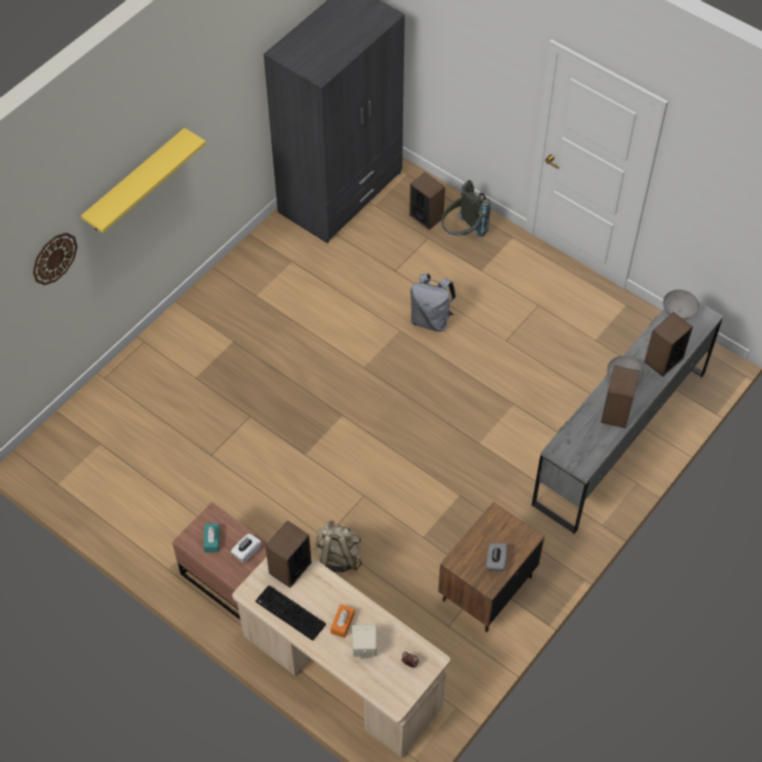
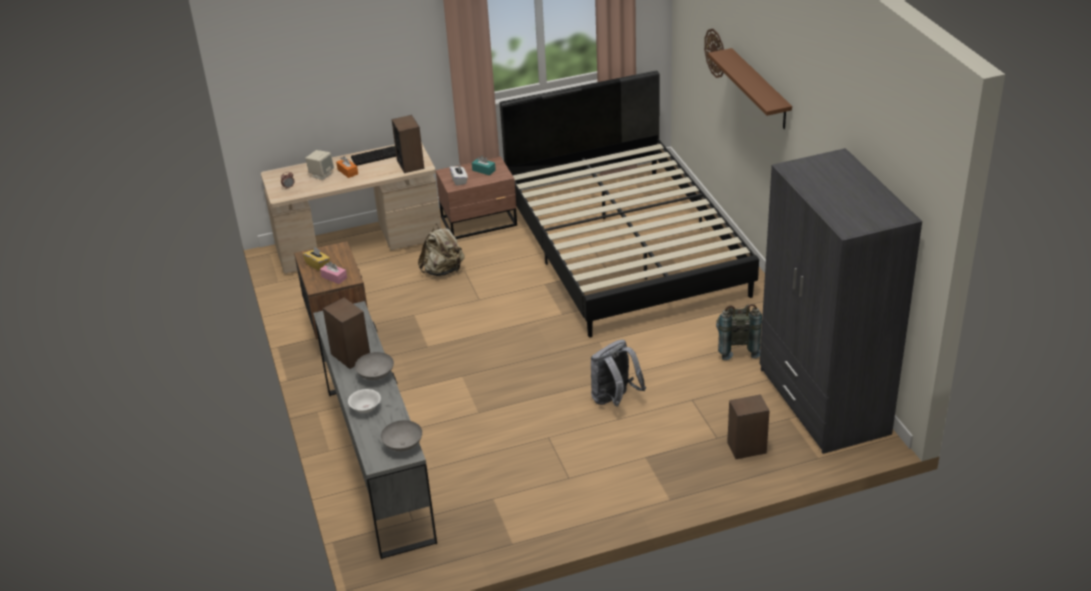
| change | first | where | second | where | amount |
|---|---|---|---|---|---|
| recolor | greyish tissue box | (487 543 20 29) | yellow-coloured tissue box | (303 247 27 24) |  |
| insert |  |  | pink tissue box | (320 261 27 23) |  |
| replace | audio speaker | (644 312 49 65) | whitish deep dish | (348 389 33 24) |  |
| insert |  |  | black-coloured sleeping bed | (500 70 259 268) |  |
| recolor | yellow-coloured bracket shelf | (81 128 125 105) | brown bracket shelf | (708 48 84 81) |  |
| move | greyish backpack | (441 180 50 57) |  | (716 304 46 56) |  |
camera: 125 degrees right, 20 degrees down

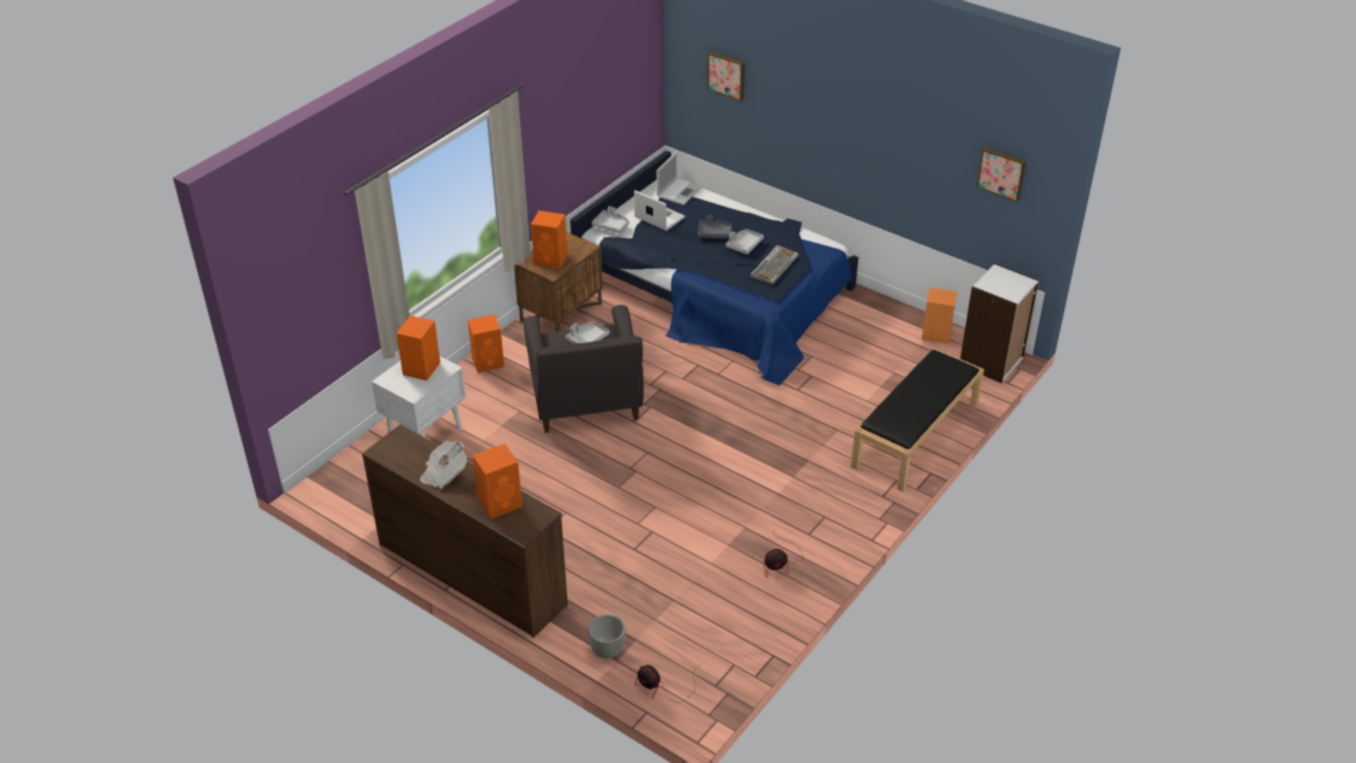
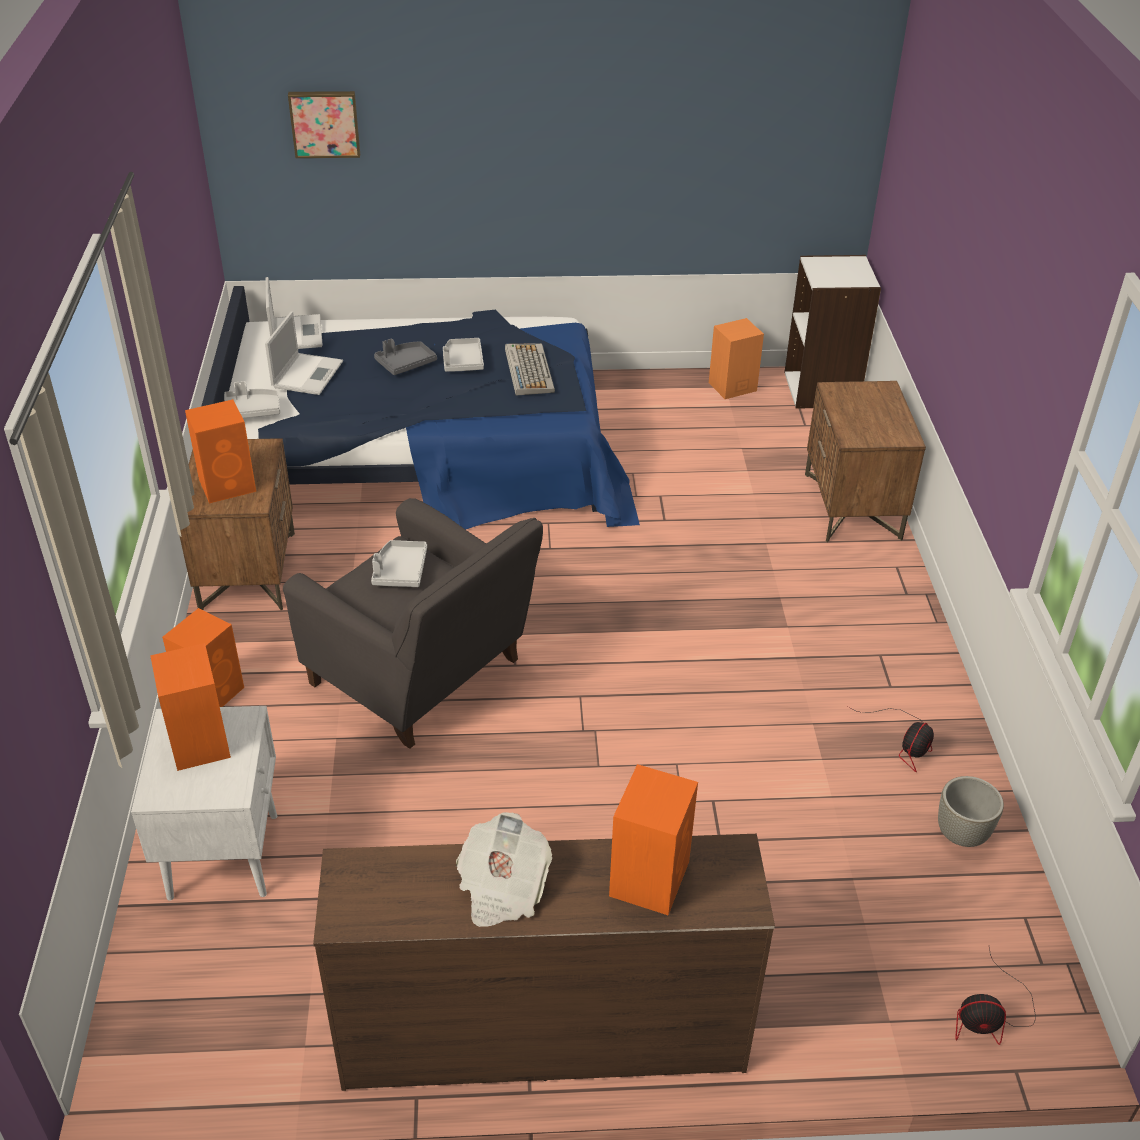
| change | first | where | second | where | amount |
|---|---|---|---|---|---|
| rotate | laptop | (634 190 51 41) |  | (265 311 78 84) | 105 degrees clockwise |
| replace | black-coloured long seat | (851 348 133 144) | brown nightstand | (805 381 121 162) |  |
| move | greyish flower pot | (588 614 38 45) |  | (938 776 66 71) |  |
| delete | picture | (976 147 50 55) |  |  |  |
camera: 40 degrees left, 0 degrees up

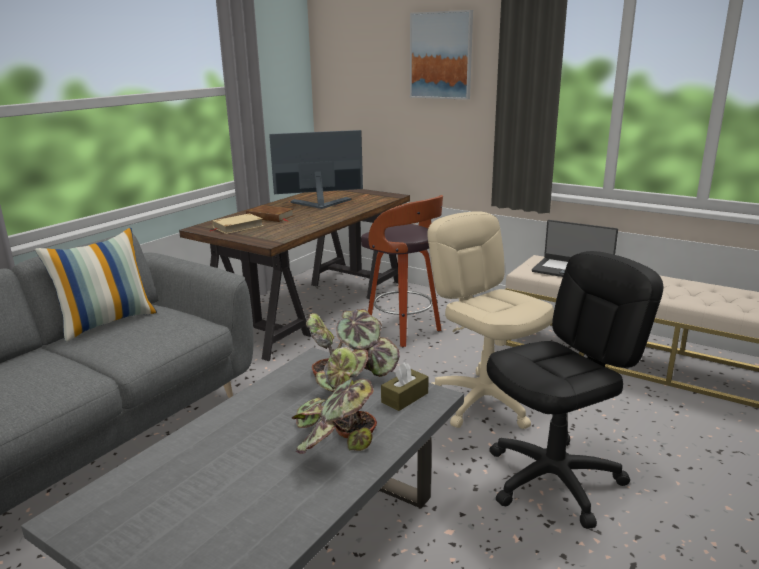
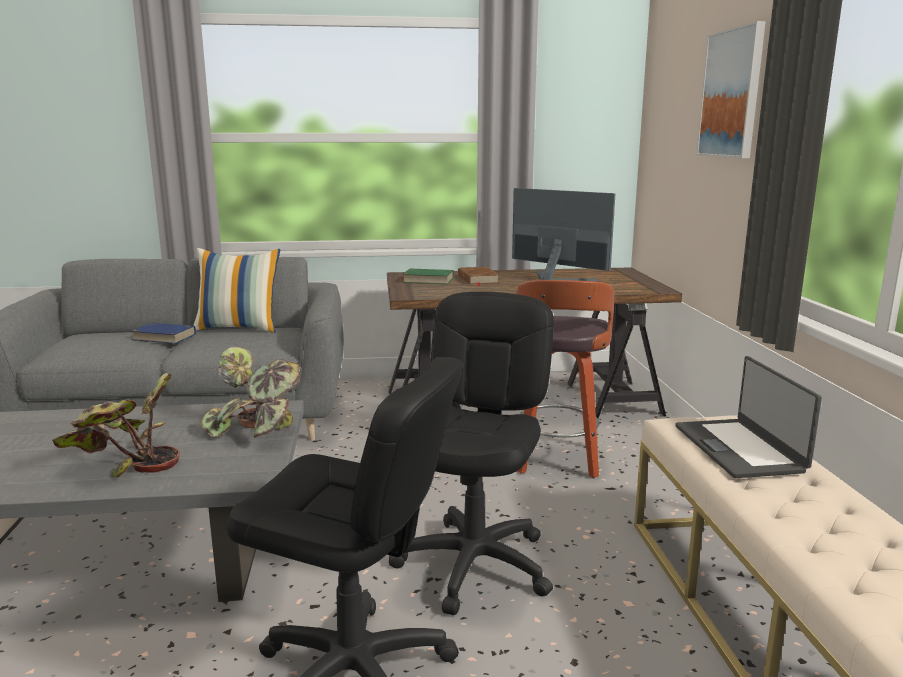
| change | first | where | second | where | amount |
|---|---|---|---|---|---|
| insert |  |  | blue-coloured book | (131 323 65 21) |  |
| recolor | beige computer chair | (427 211 127 218) | black-coloured computer chair | (389 292 165 323) |  |
| recolor | beige book | (210 213 53 21) | greenish book | (402 269 52 15) |  |
| delete | brown tissue box | (381 363 47 48) |  |  |  |
camera: 50 degrees right, 5 degrees down

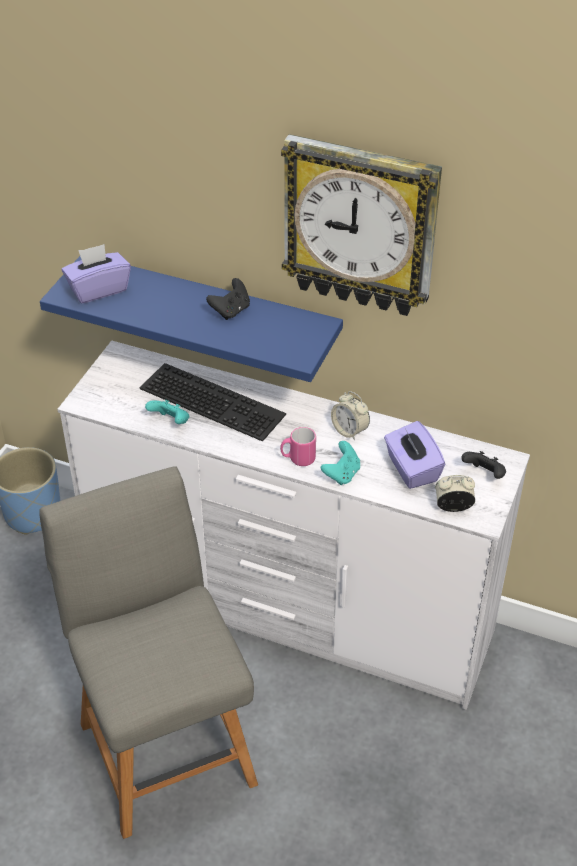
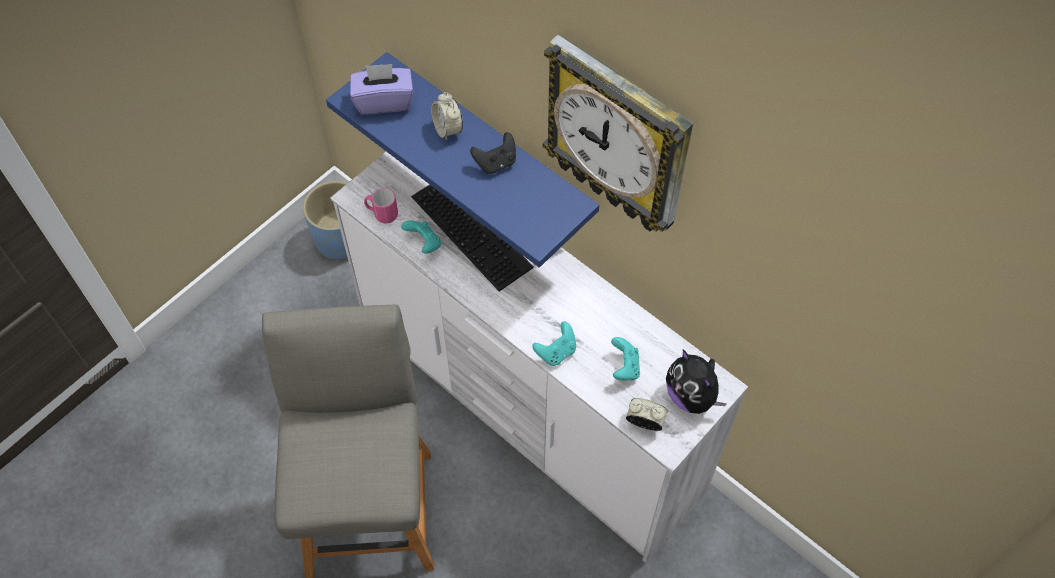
| change | first | where | second | where | amount |
|---|---|---|---|---|---|
| move | pink mug | (280 427 36 39) |  | (364 188 34 35) |  |
| move | table clock | (331 391 39 50) |  | (431 92 32 49) |  |
| replace | purple-coloured tissue box | (384 421 61 68) | turquoise gamepad | (611 337 29 44) |  |
| replace | black-coloured gamepad | (461 451 45 28) | cuddly toy | (666 349 60 65) |  |
camera: 20 degrees right, 15 degrees up

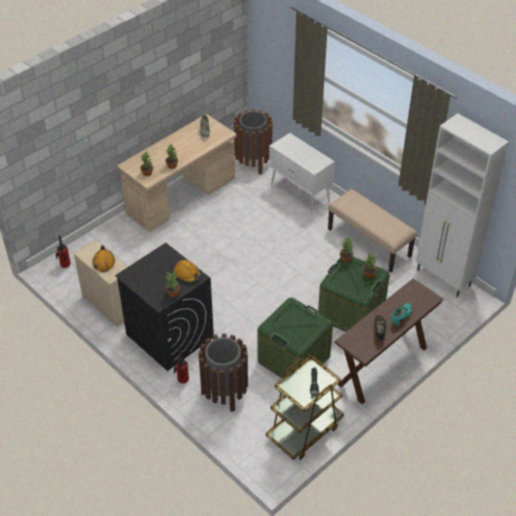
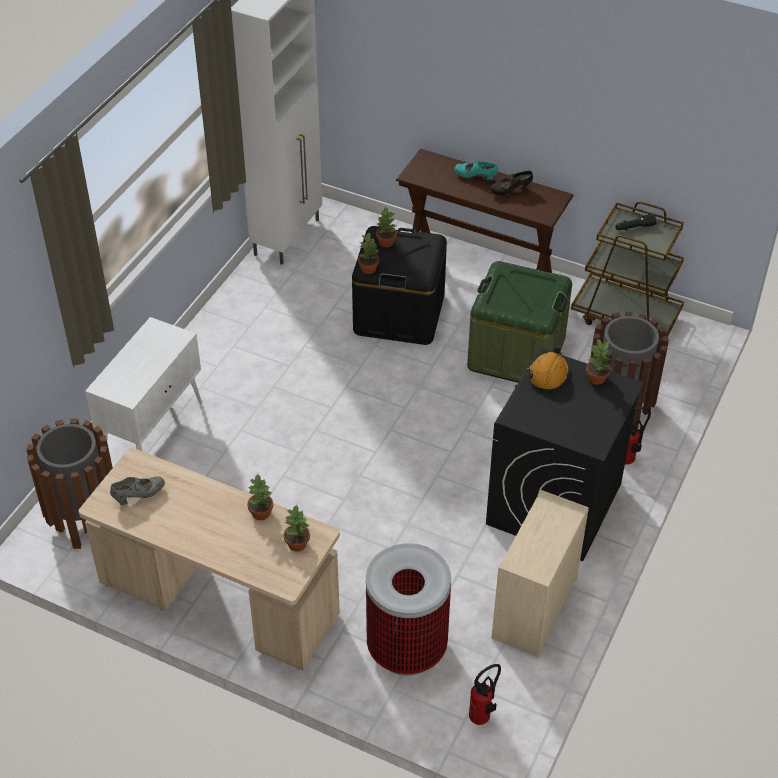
| change | first | where | second | where | amount |
|---|---|---|---|---|---|
| recolor | greenish storage box | (318 257 72 75) | black-coloured storage box | (352 226 95 119) |  |
| insert |  |  | trash can | (366 543 85 133) |  |
| delete | orange safety helmet | (92 245 23 27) |  |  |  |
| delete | beige long seat | (328 189 89 84) |  |  |  |
camera: 110 degrees left, 0 degrees up

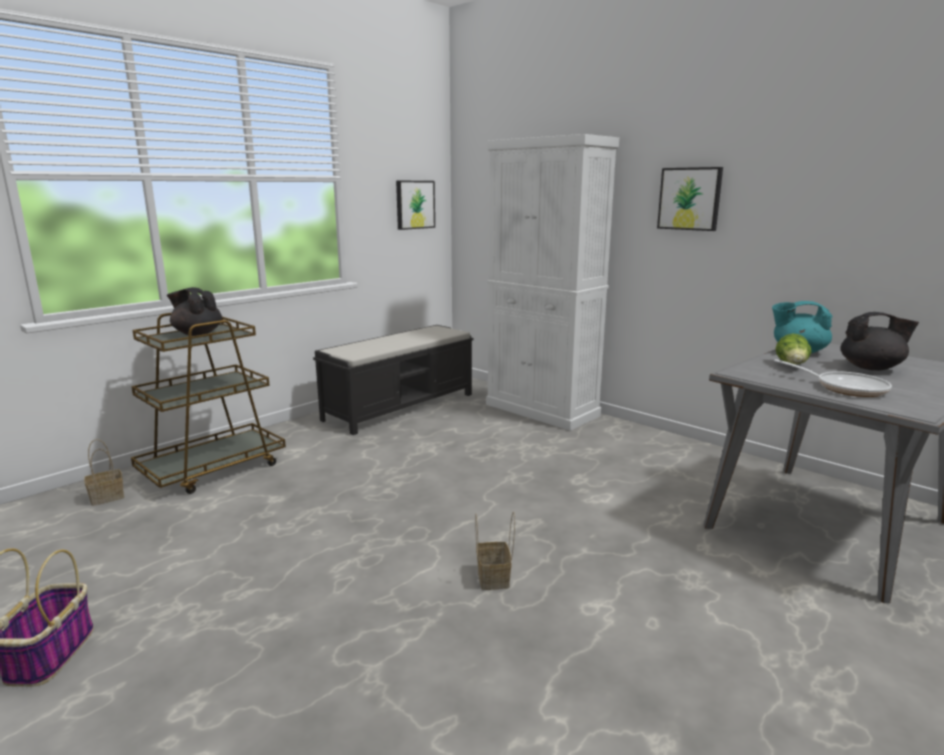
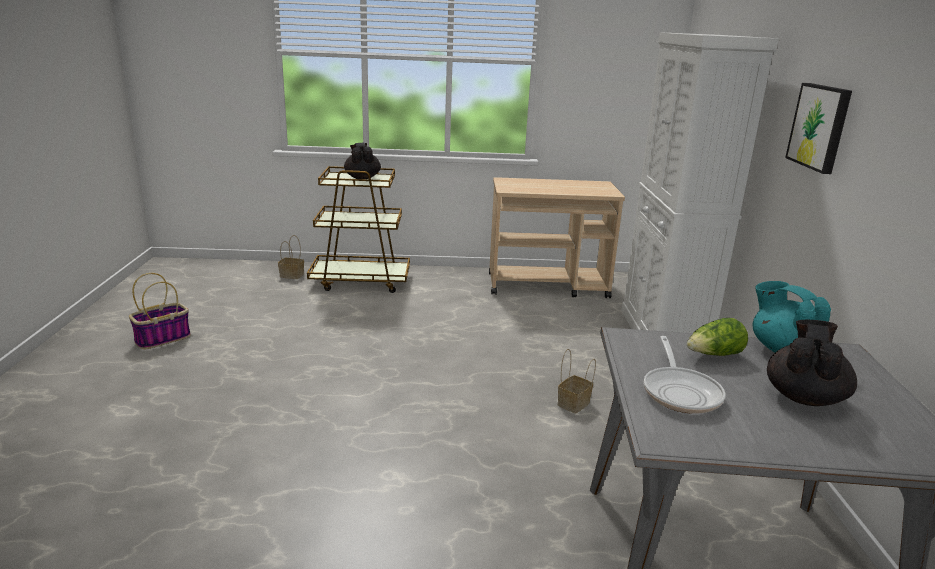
| change | first | where | second | where | amount |
|---|---|---|---|---|---|
| replace | black-coloured long seat | (313 325 161 110) | beige wheeled cart | (489 177 136 121) |  |
| move | storage basket | (475 511 40 79) |  | (558 349 38 65) |  |
| rotate | black-coloured tea pot | (841 312 78 58) |  | (767 320 90 86) | 120 degrees counterclockwise |
| delete | picture | (396 181 39 49) |  |  |  |
camera: 45 degrees right, 5 degrees up

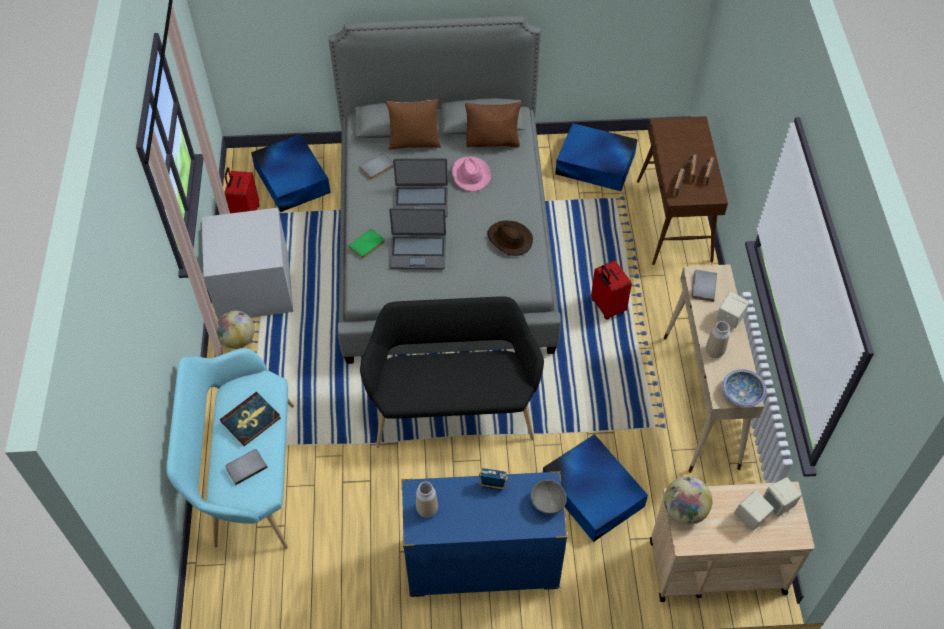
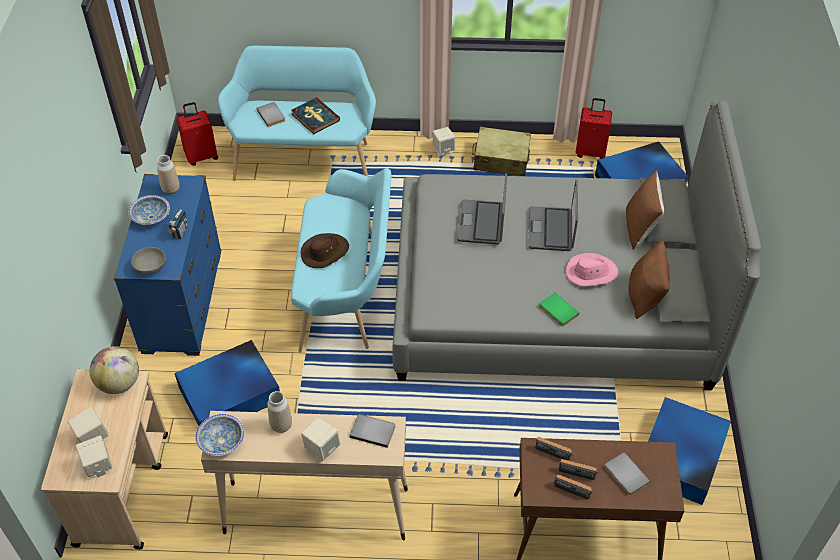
| change | first | where | second | where | amount |
|---|---|---|---|---|---|
| insert |  |  | deep dish | (128 195 42 30) |  |
| move | red-coloured travel case | (591 260 41 60) |  | (177 102 41 64) |  |
| recolor | black-coloured long seat | (360 296 184 152) | turquoise long seat | (291 168 100 185) |  |
| move | brown hat | (487 221 46 35) |  | (300 233 49 35) |  |
| replace | world globe | (217 310 38 39) | beige audio speaker | (432 127 23 29) |  |
| replace | greyish storage box | (202 208 91 112) | beige travel case | (472 127 59 49) |  |
| move | greenish book | (348 228 37 31) |  | (539 293 40 33) |  |
| move | greyish book | (359 153 35 27) |  | (604 452 46 44) |  |
camera: 95 degrees right, 5 degrees down

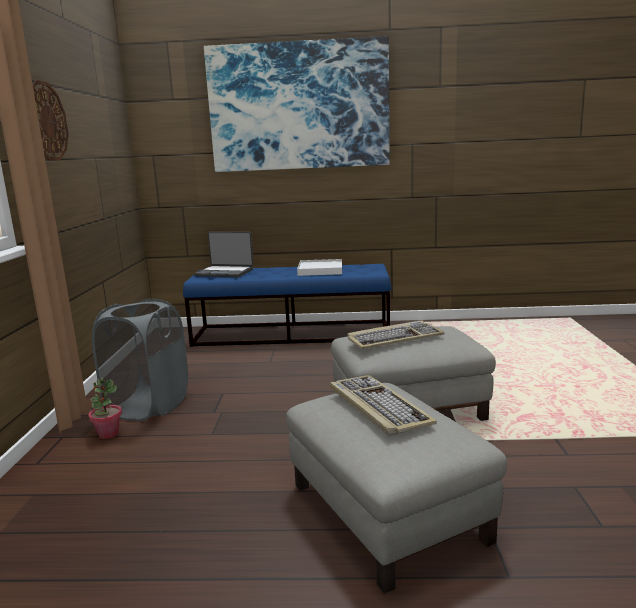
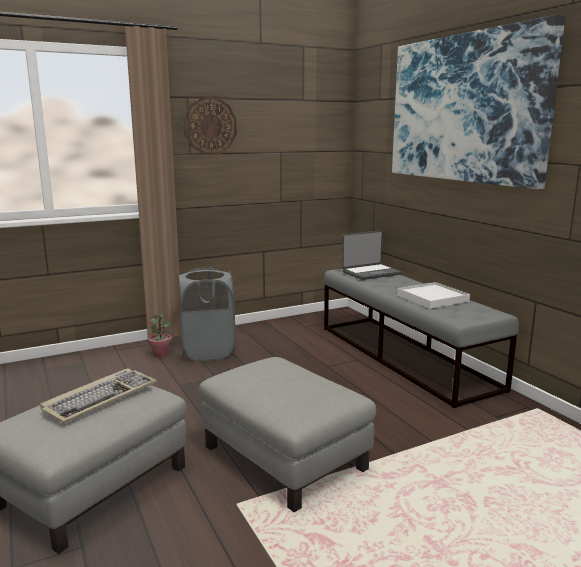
| change | first | where | second | where | amount |
|---|---|---|---|---|---|
| recolor | blue-coloured long seat | (183 264 208 83) | greyish long seat | (324 269 195 139) |  |
| rotate | laptop | (194 232 60 46) |  | (342 231 60 49) | 105 degrees counterclockwise |
| delete | computer keyboard | (347 320 97 29) |  |  |  |
camera: 60 degrees right, 0 degrees up

